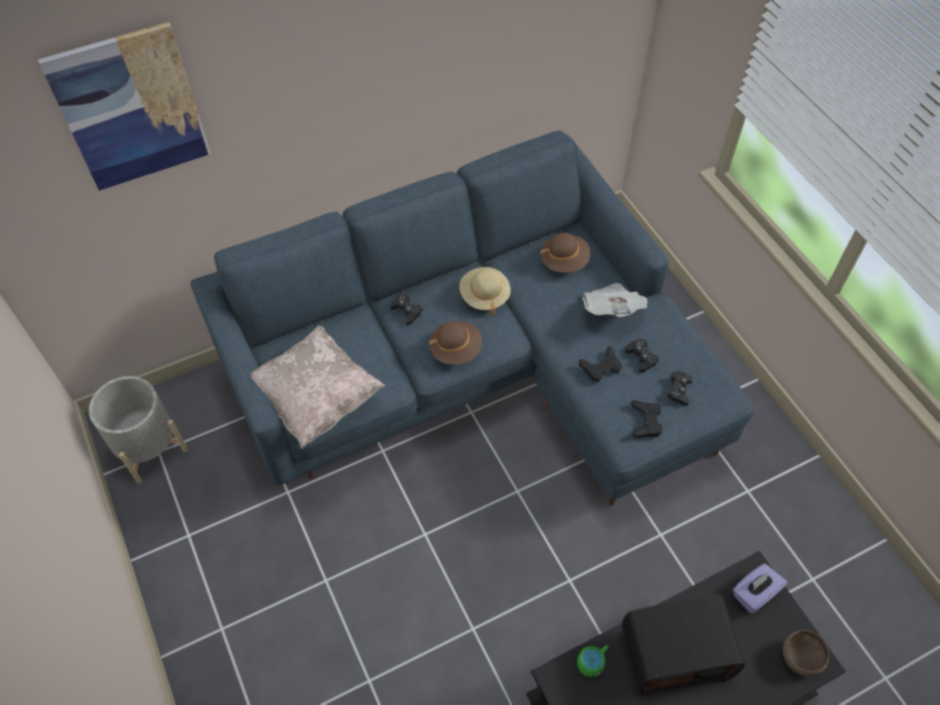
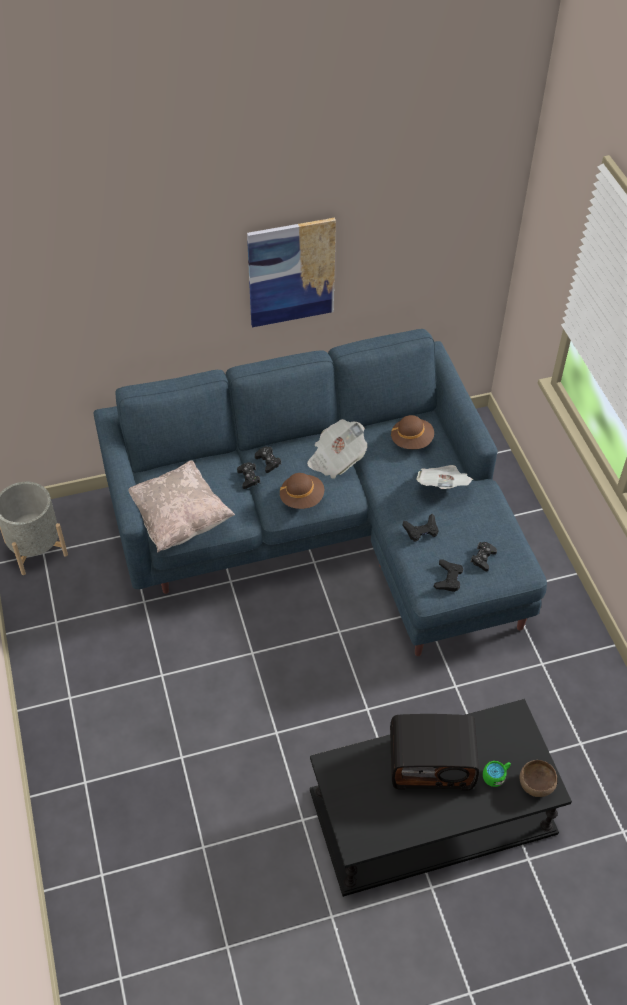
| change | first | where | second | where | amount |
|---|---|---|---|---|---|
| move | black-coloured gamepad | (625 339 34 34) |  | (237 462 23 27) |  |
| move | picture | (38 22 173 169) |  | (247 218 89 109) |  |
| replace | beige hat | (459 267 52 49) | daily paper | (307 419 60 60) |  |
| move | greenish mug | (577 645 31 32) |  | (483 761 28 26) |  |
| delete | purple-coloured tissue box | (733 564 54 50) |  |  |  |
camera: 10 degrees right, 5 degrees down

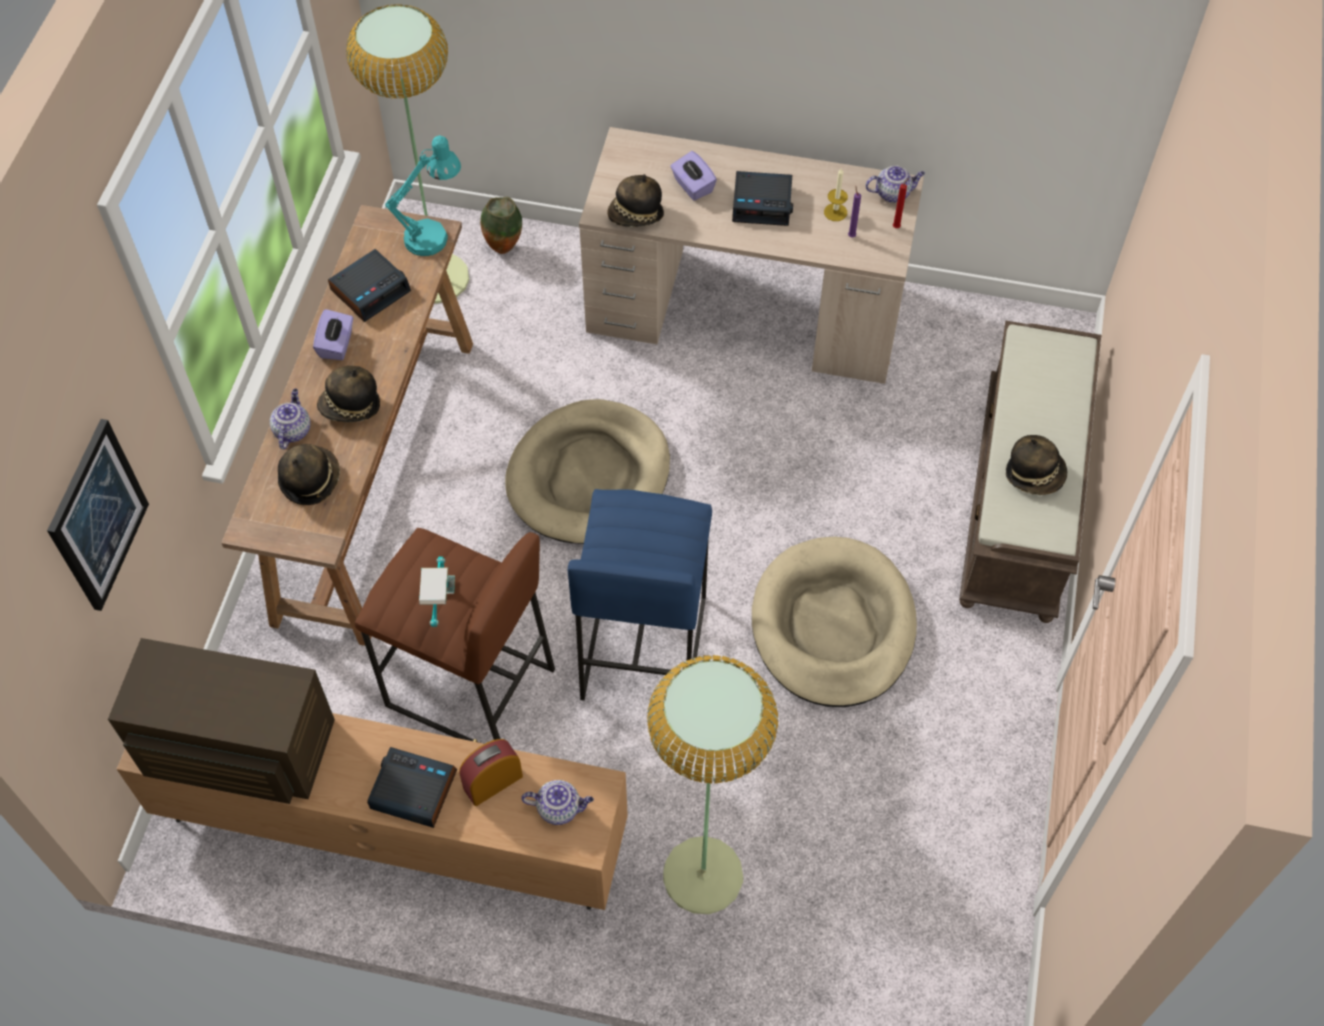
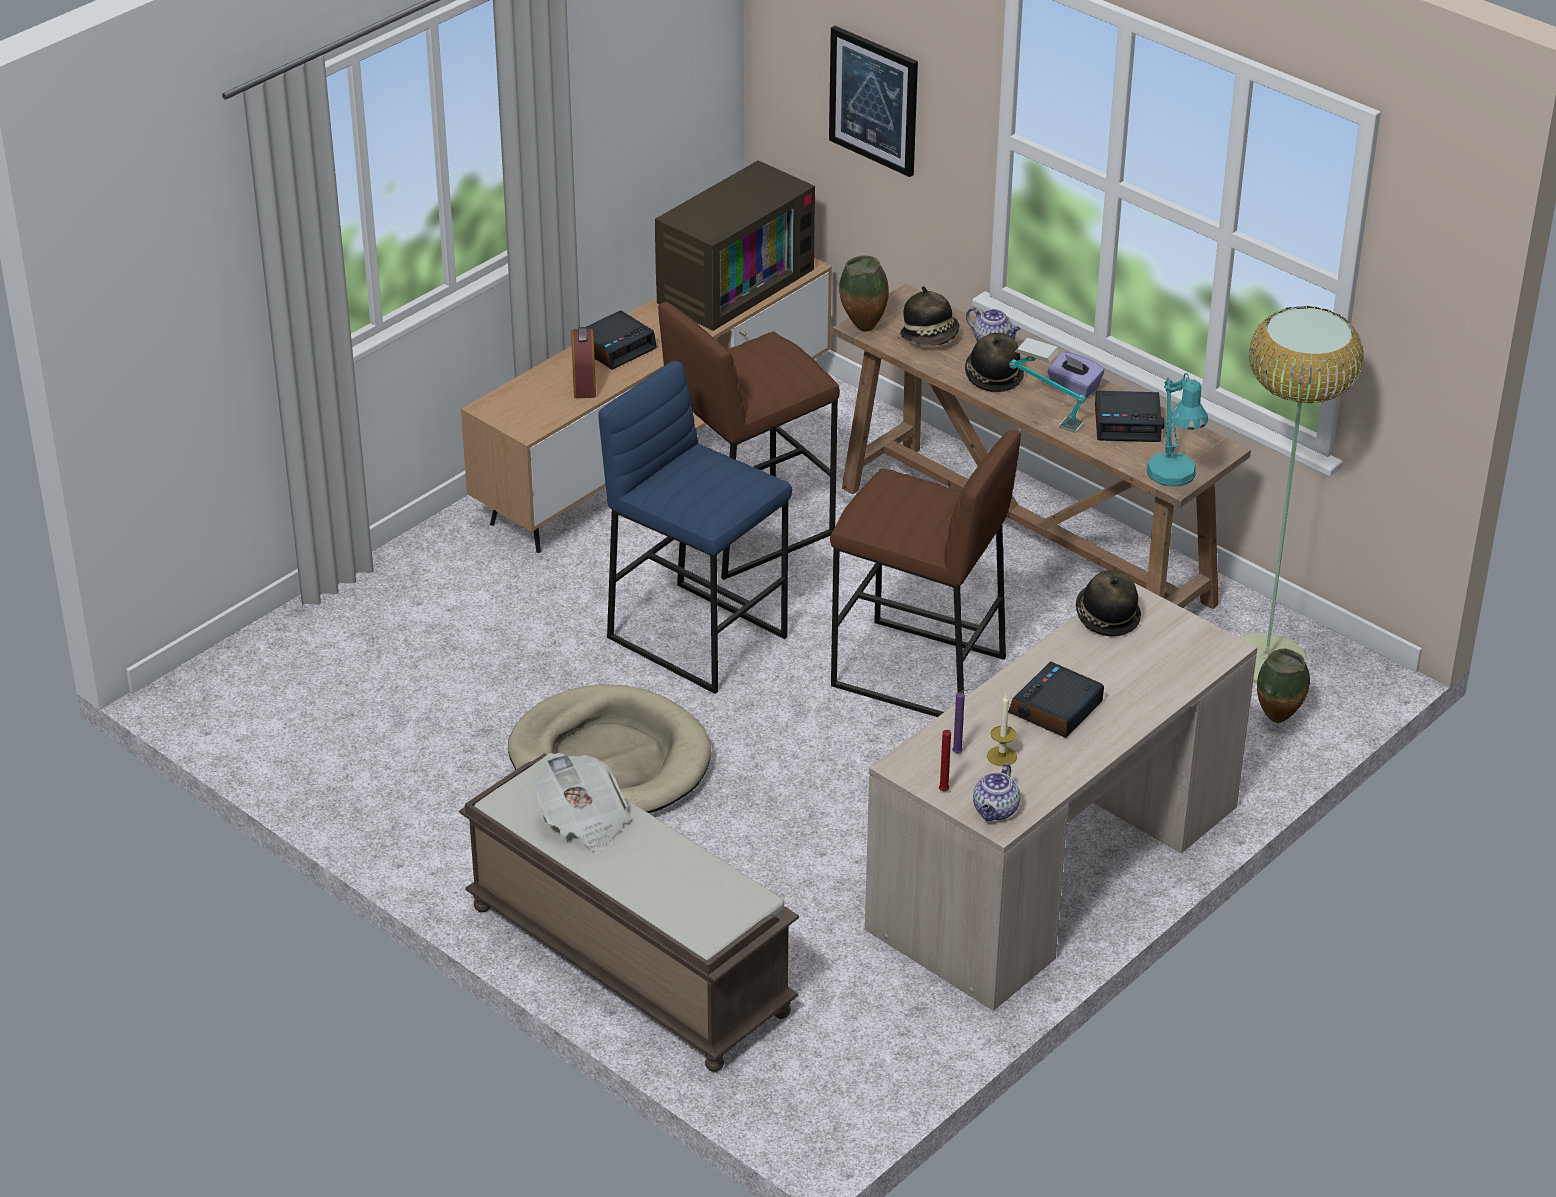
| change | first | where | second | where | amount |
|---|---|---|---|---|---|
| replace | hat | (1006 435 61 60) | daily paper | (534 753 97 99) |  |
| replace | beige pet bed | (505 399 165 145) | brown stool seat | (830 429 191 288) |  |
| insert |  |  | flower vase | (839 255 50 77) |  |
| move | lamp for a table | (419 556 36 71) |  | (1009 337 77 96) |  |
| rotate | table clock | (328 249 83 73) |  | (1095 391 69 51) | 75 degrees counterclockwise |
| delete | tea pot | (521 780 73 45) |  |  |  |
| delete | standing lamp | (647 655 131 259) |  |  |  |
| delete | purple-coloured tissue box | (670 151 47 50) |  |  |  |
camera: 120 degrees right, 20 degrees down

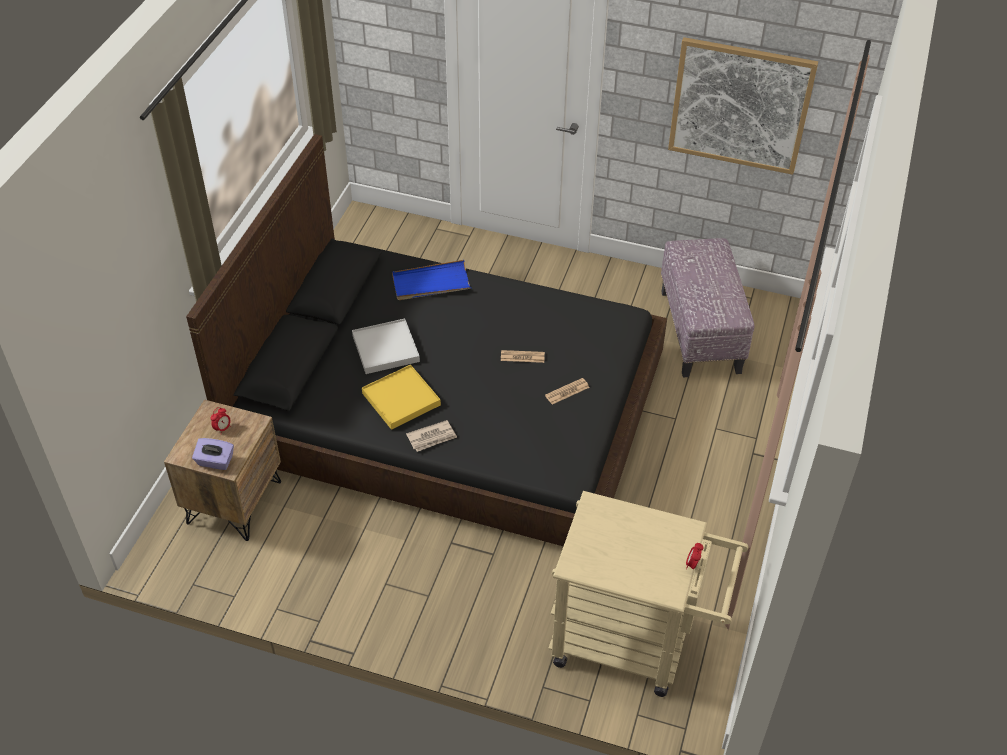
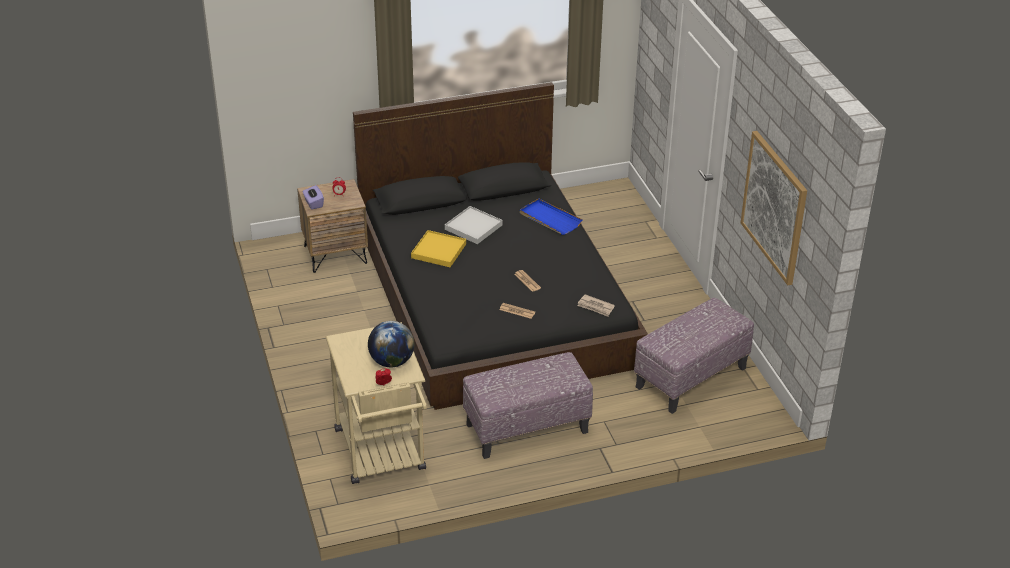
| change | first | where | second | where | amount |
|---|---|---|---|---|---|
| insert |  |  | world globe | (368 321 46 46) |  |
| insert |  |  | footrest | (463 352 130 107) |  |
| move | daily paper | (406 420 51 32) |  | (578 294 37 23) |  |
camera: 55 degrees right, 10 degrees down

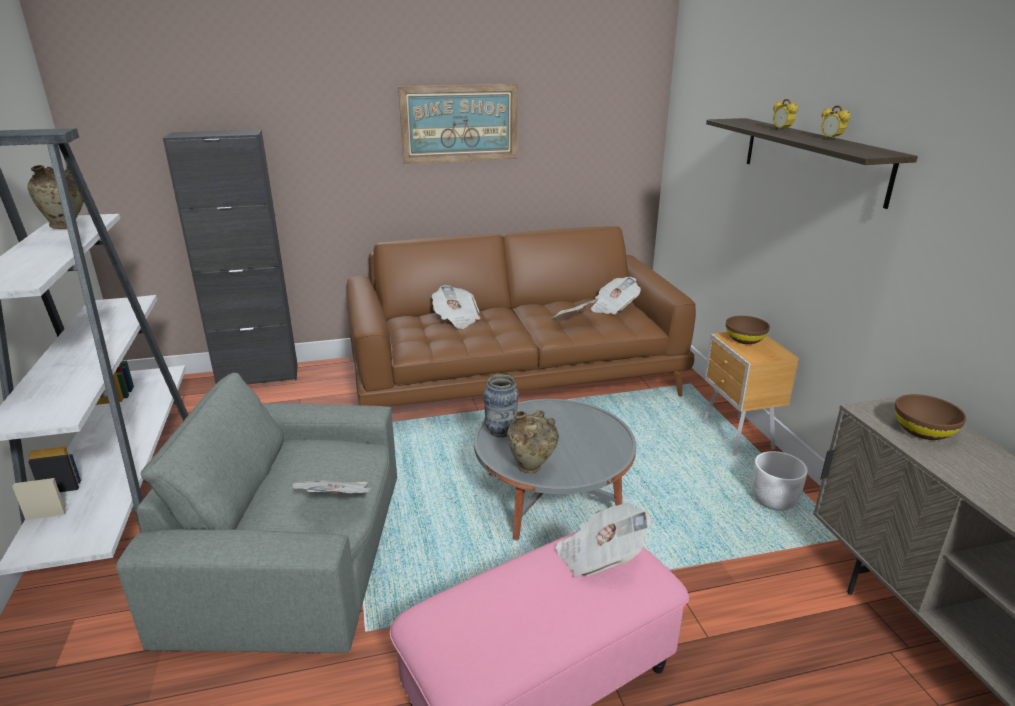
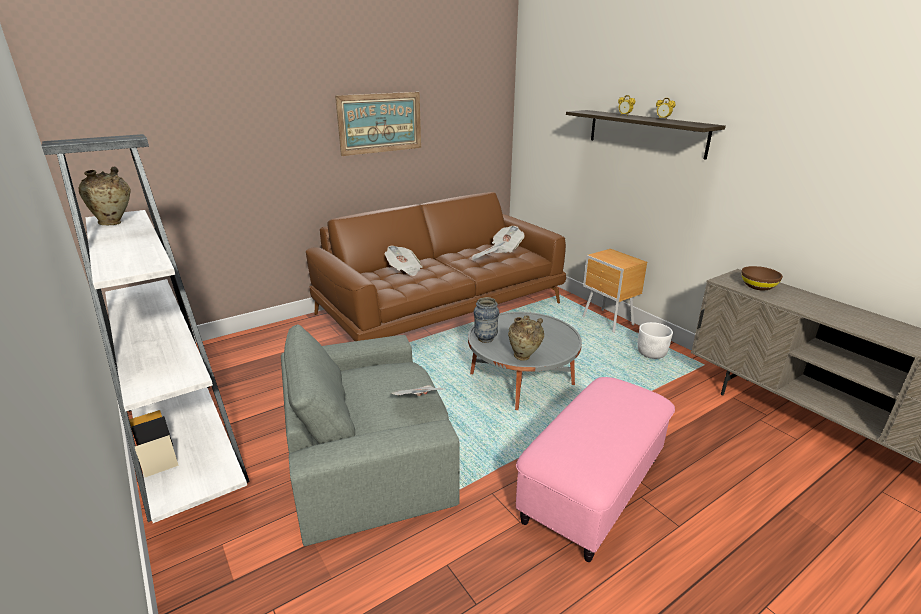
| change | first | where | second | where | amount |
|---|---|---|---|---|---|
| delete | black-coloured cabinet | (163 129 135 255) |  |  |  |
| delete | daily paper | (555 503 97 75) |  |  |  |
| delete | brown deep dish | (726 316 44 28) |  |  |  |
camera: 20 degrees left, 0 degrees up

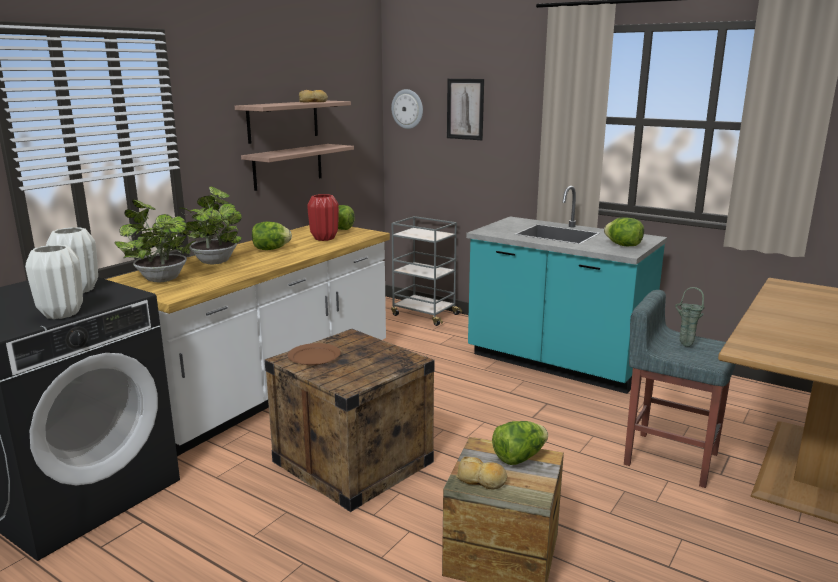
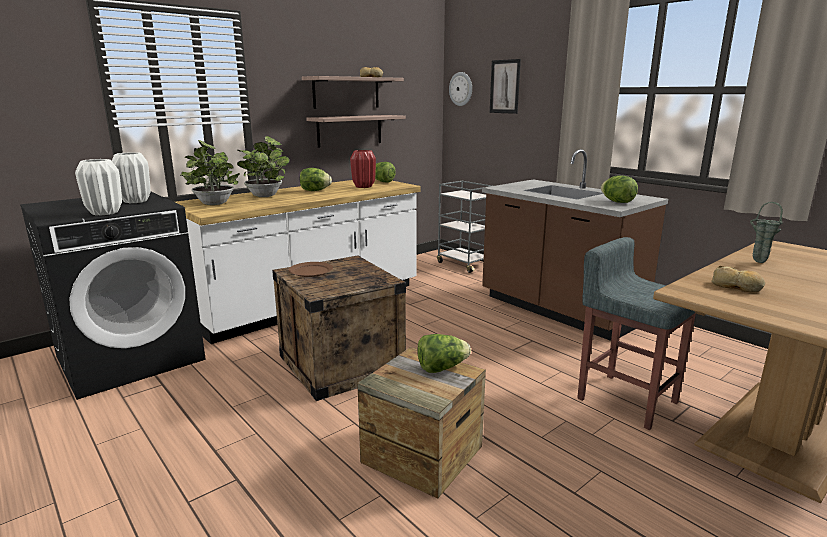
| change | first | where | second | where | amount |
|---|---|---|---|---|---|
| recolor | turquoise kitchen counter | (466 186 201 208) | brown kitchen counter | (482 149 186 192) |  |
| move | bread | (456 457 51 33) |  | (711 266 54 26) |  |
| move | greenish flower vase | (675 287 30 60) |  | (750 202 33 61) |  |
camera: 15 degrees right, 0 degrees up

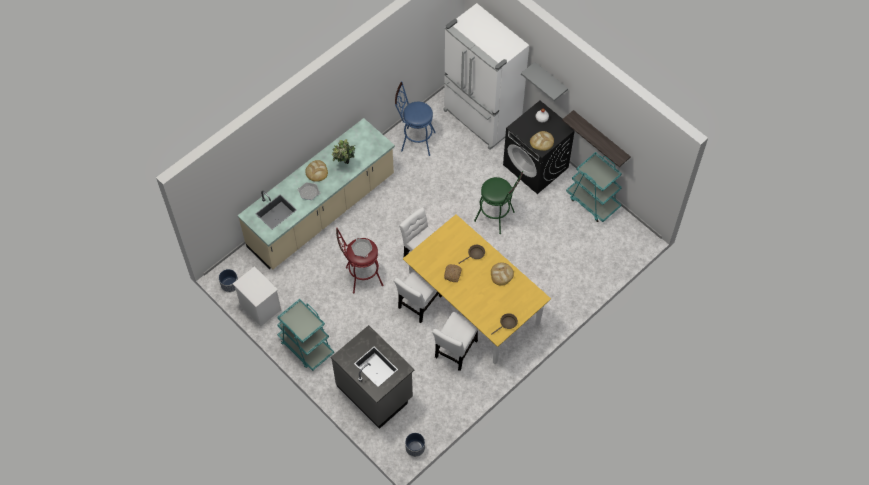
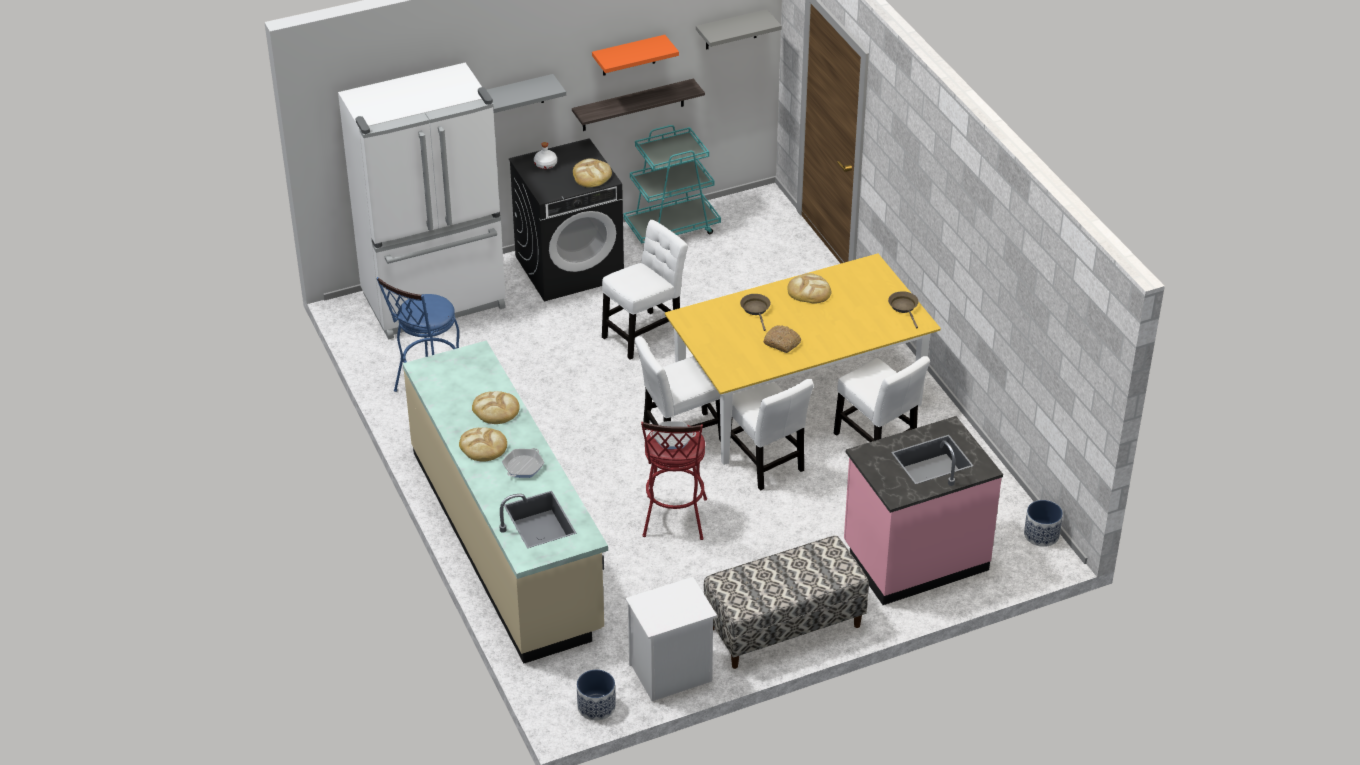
| change | first | where | second | where | amount |
|---|---|---|---|---|---|
| replace | plant in a pot | (332 139 23 25) | bread | (472 391 48 33) |  |
| insert |  |  | orange bracket shelf | (592 35 87 41) |  |
| replace | greenish stool seat | (474 171 49 63) | whitish plain chair | (602 220 86 140) |  |
| insert |  |  | greyish bracket shelf | (696 9 86 41) |  |
| replace | turquoise wheeled cart | (277 299 57 72) | long seat | (704 536 165 133) |  |
| recolor | greyish kitchen counter | (331 325 84 104) | pink kitchen counter | (844 416 159 189) |  |
camera: 70 degrees left, 20 degrees down

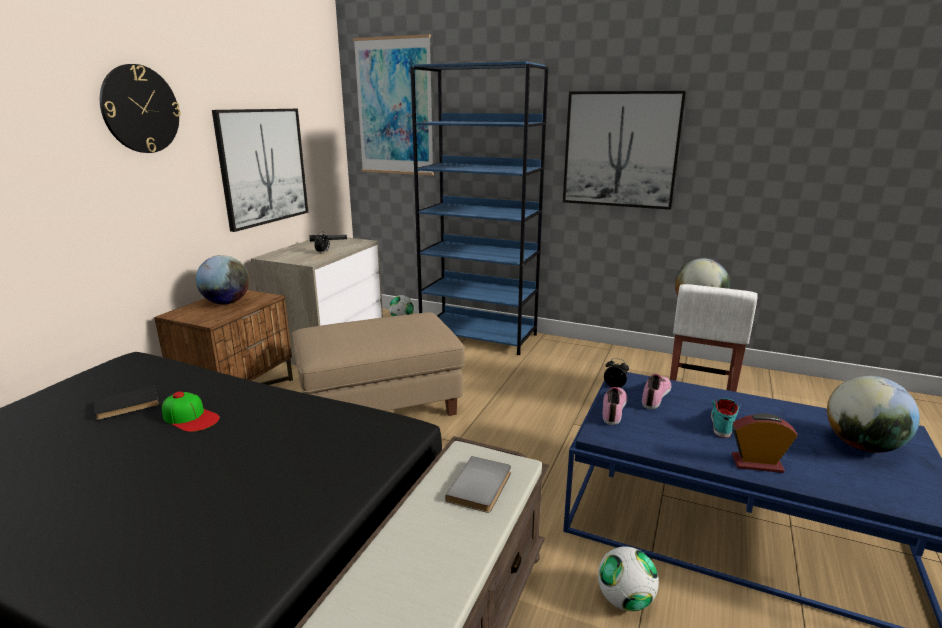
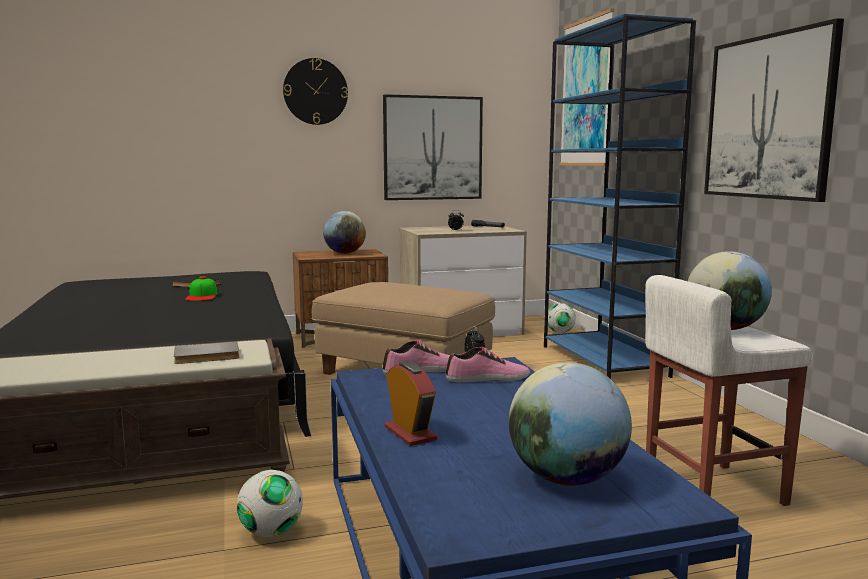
| change | first | where | second | where | amount |
|---|---|---|---|---|---|
| delete | turquoise shoe | (711 398 29 40) |  |  |  |
camera: 50 degrees right, 10 degrees down

